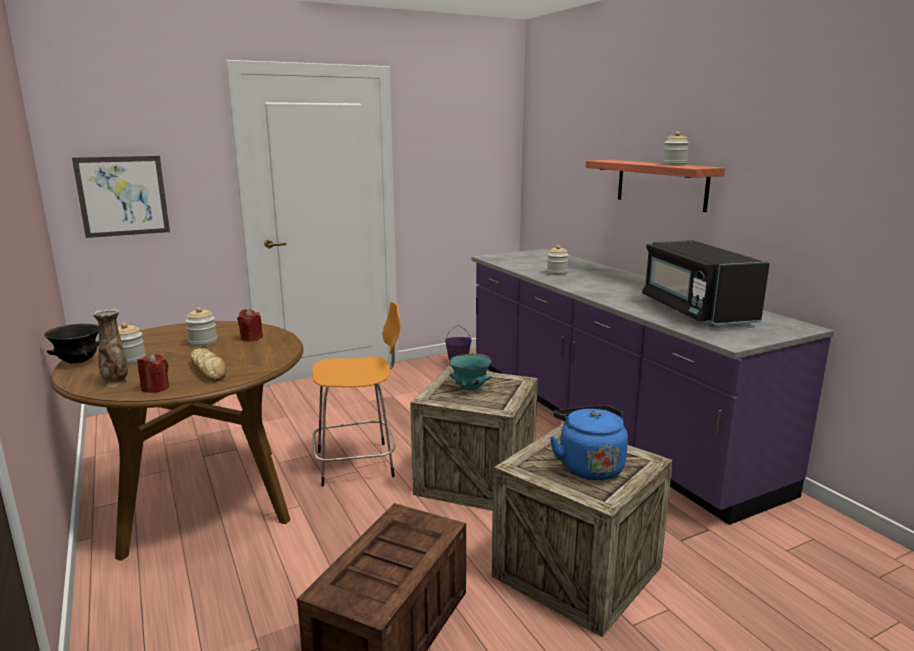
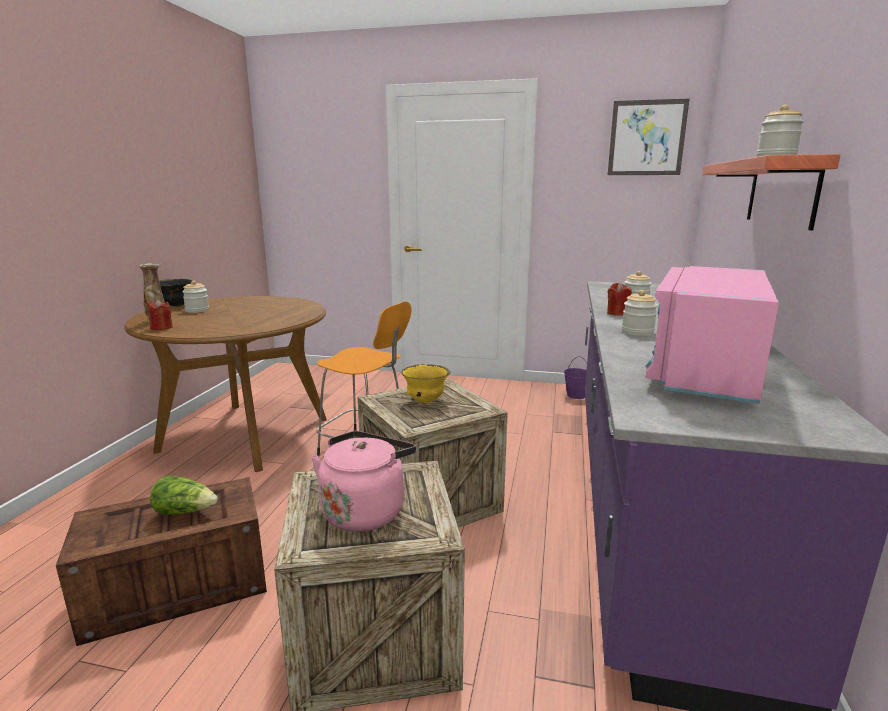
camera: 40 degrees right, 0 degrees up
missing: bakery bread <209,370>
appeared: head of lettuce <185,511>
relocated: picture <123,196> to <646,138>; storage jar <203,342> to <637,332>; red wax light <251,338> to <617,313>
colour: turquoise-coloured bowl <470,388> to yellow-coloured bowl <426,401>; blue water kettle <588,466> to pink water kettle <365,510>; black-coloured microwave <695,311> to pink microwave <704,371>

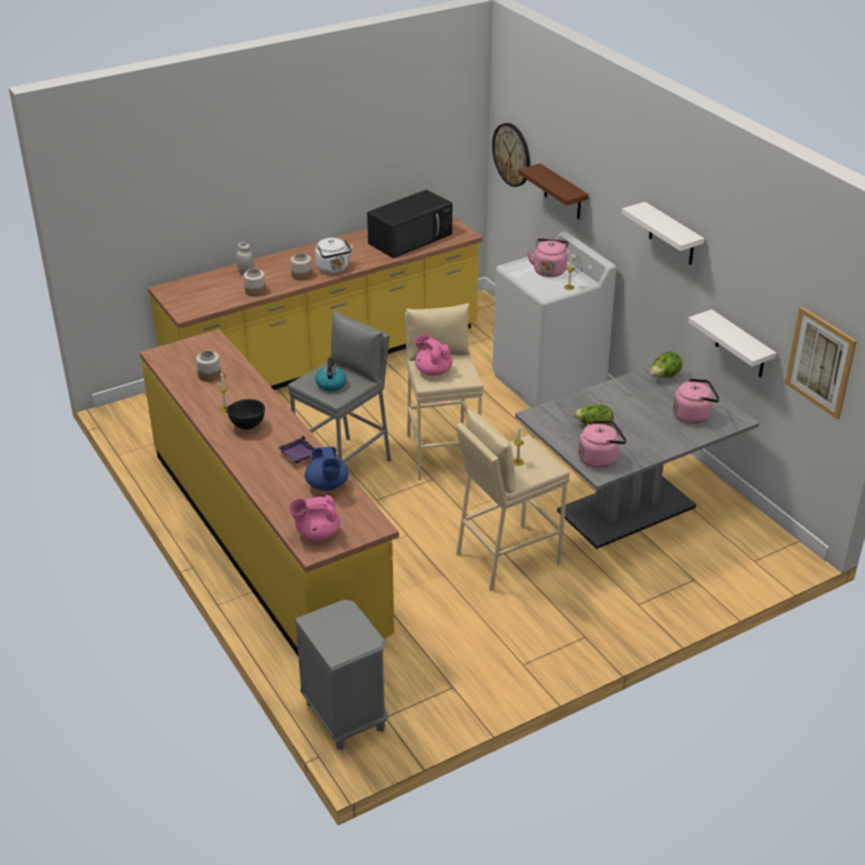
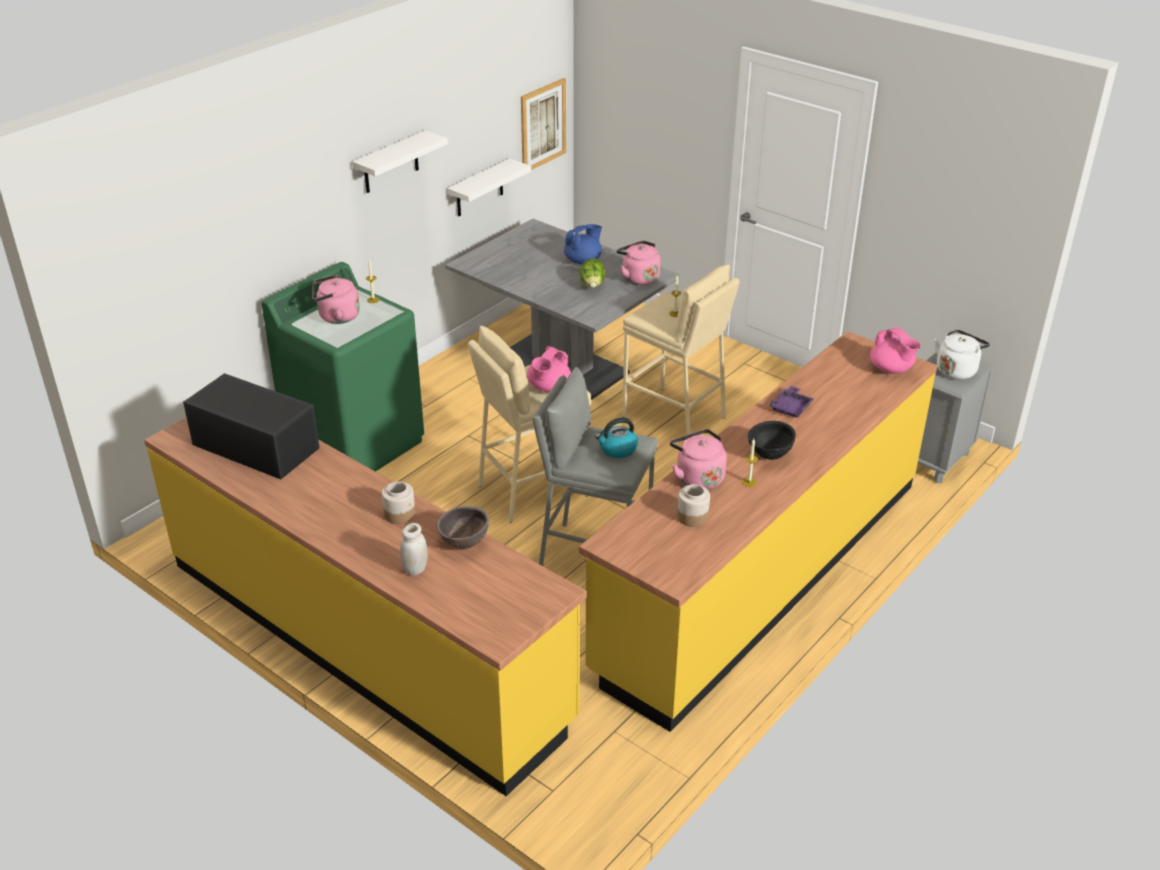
camera: 110 degrees left, 0 degrees up
missing: clock on the wall <512,154>; brown-coloured shelf <563,193>; head of lettuce <664,377>
relocated: blue teapot <327,485> to <583,260>; white-coloured water kettle <333,269> to <957,370>; pink water kettle <693,415> to <697,477>
exchanged: storage jar <255,291> to brown-coloured bowl <464,544>
colour: white-coloured laundry machine <548,382> to green-coloured laundry machine <356,443>

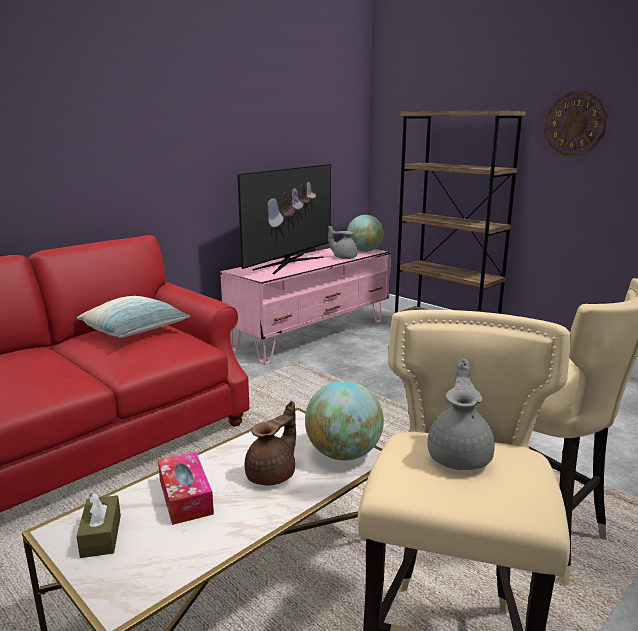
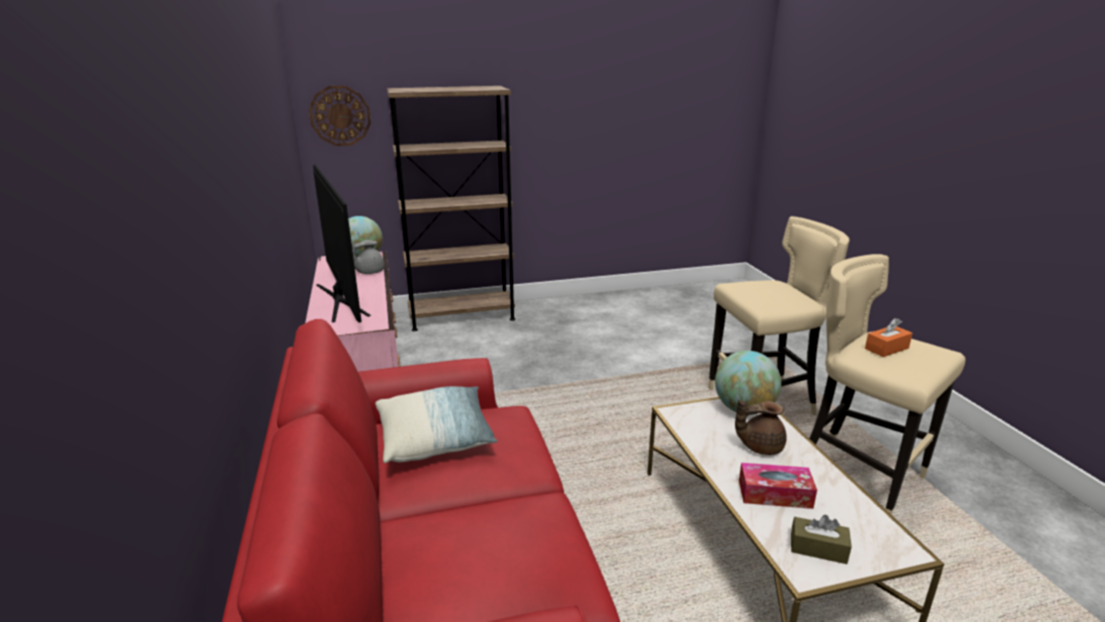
camera: 60 degrees left, 5 degrees up
relocated: clock on the wall <575,124> to <340,116>
exchanged: greyish teapot <460,456> to orange-coloured box of tissues <886,348>
spun: brown-coloured teapot <273,474> = <759,446> 75 degrees counterclockwise

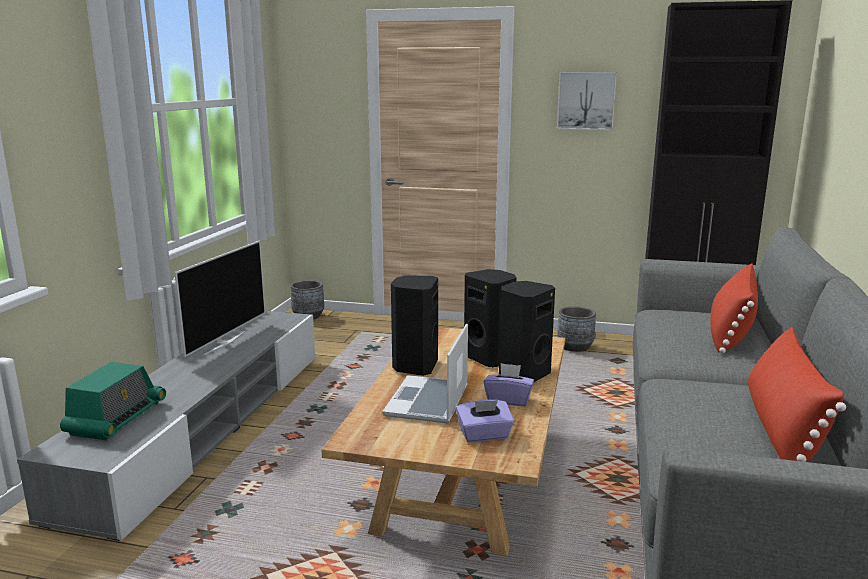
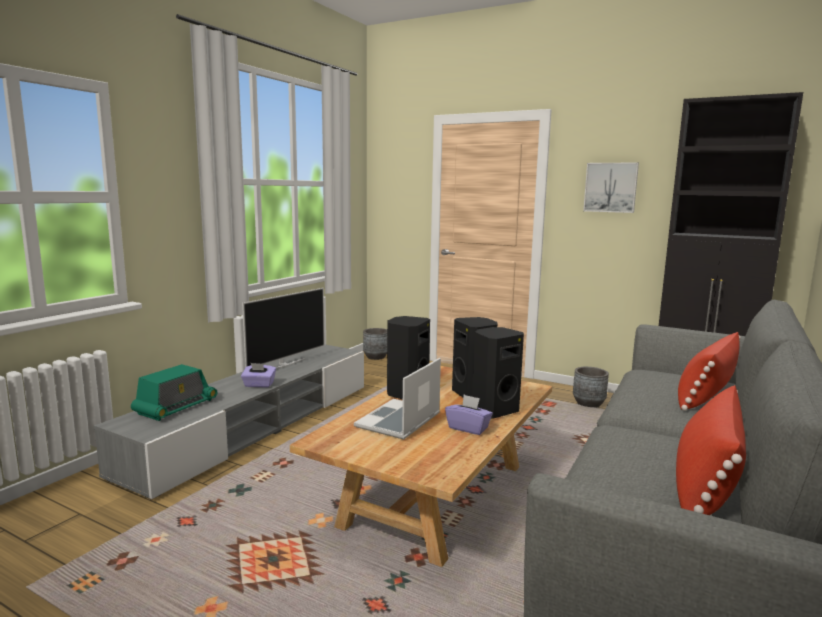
camera: 15 degrees right, 5 degrees down
relocated: purple-coloured box of tissues <484,435> to <259,385>

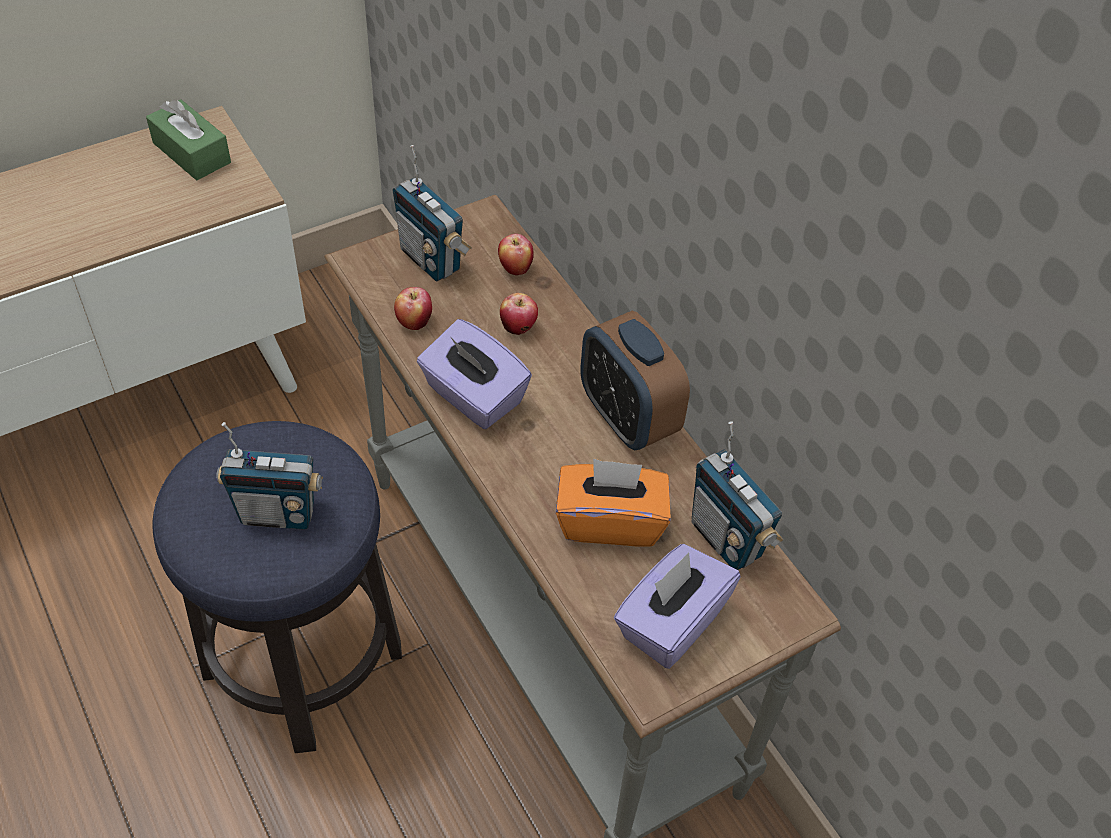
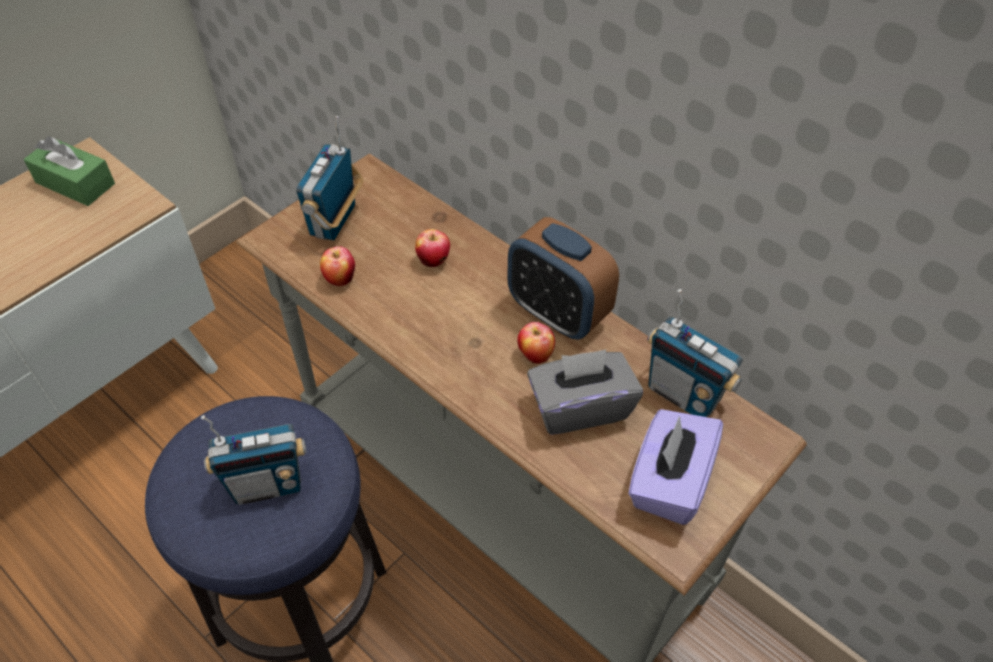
camera: 15 degrees left, 0 degrees up
missing: purple-coloured box of tissues <473,396>
relocated: whole apple <515,268> to <535,355>
colour: orange-coloured box of tissues <610,521> to greyish box of tissues <580,407>
spun: radio receiver <431,260> = <334,221> 75 degrees clockwise

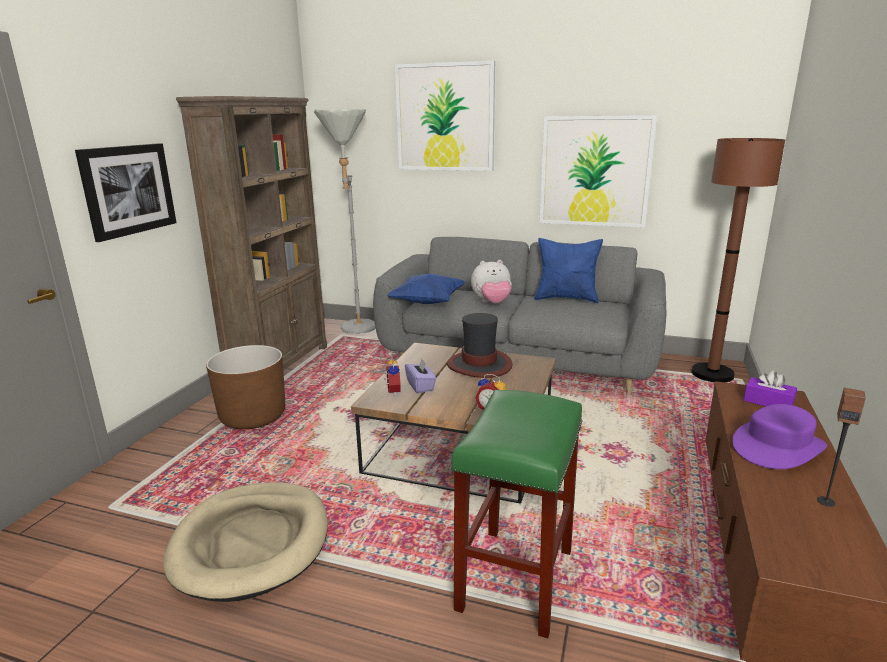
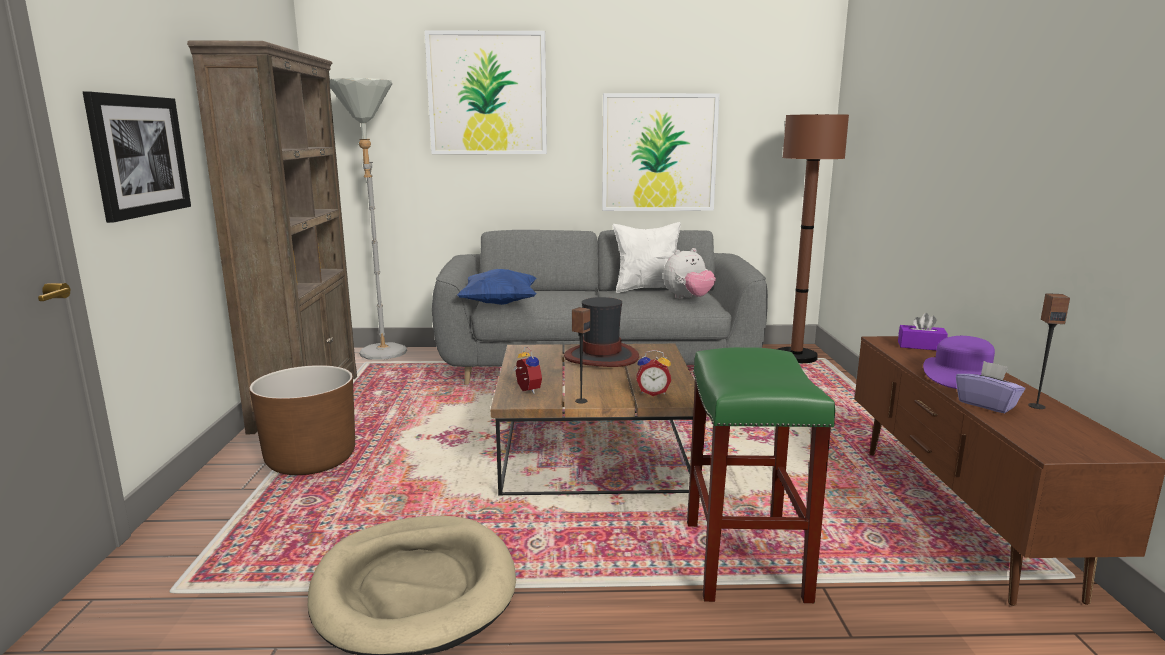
camera: 20 degrees left, 5 degrees down
appeared: audio speaker <581,401>
relocated: purple-coloured box of tissues <421,386> to <986,404>; soft toy <492,303> to <688,298>
colour: blue throw pillow <566,298> to white-coloured throw pillow <647,289>

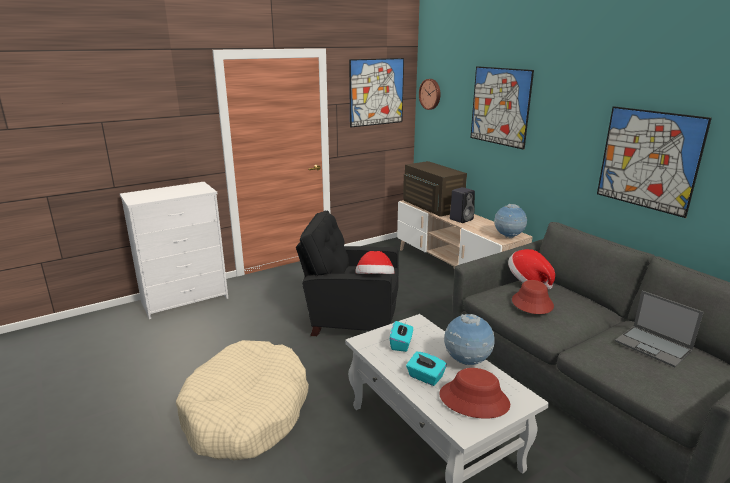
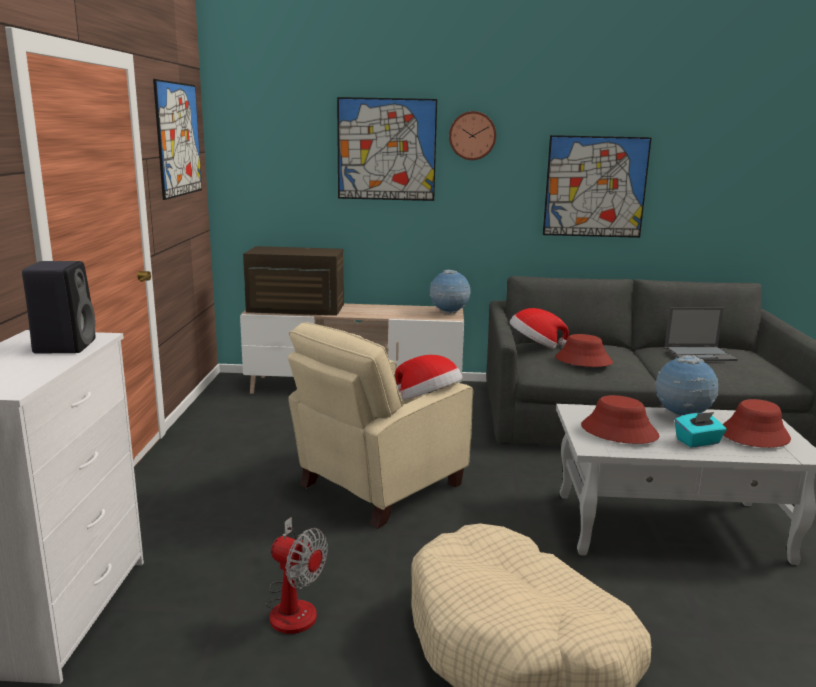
camera: 55 degrees left, 5 degrees down
appeared: cooling fan <293,606>
relocated: clock on the wall <430,94> to <472,135>; black-coloured audio speaker <461,219> to <65,346>
exchanged: turquoise-coloured box of tissues <401,344> to red wearable hat <618,431>
colour: black-coloured easy chair <351,319> to beige-coloured easy chair <377,486>

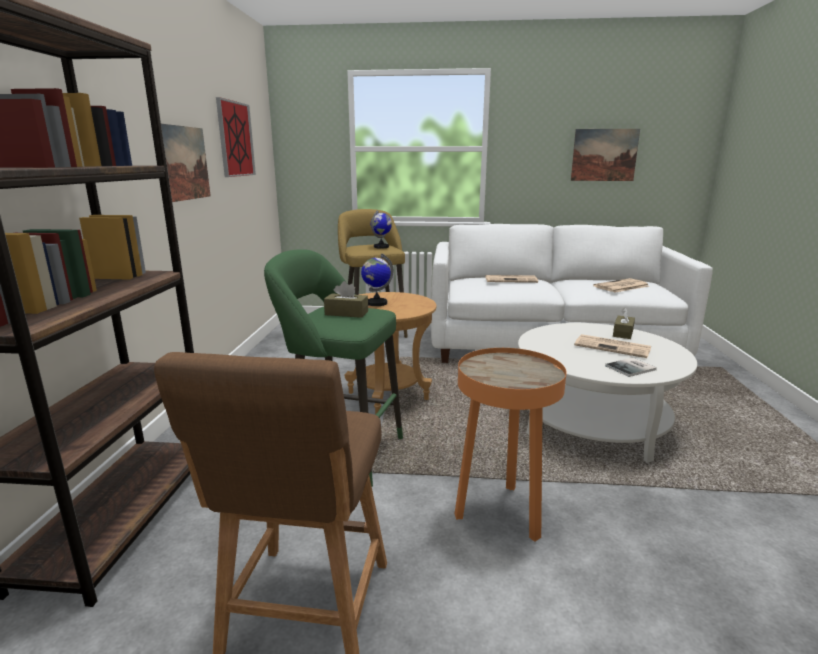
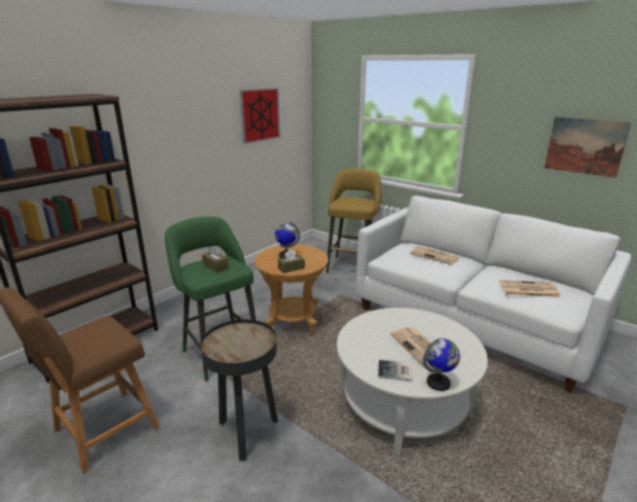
camera: 35 degrees right, 5 degrees up
missing: picture <184,163>
relocated: world globe <381,247> to <438,383>; brown-coloured box of tissues <623,333> to <291,268>
colour: orange-coloured side table <500,514> to black-coloured side table <246,434>

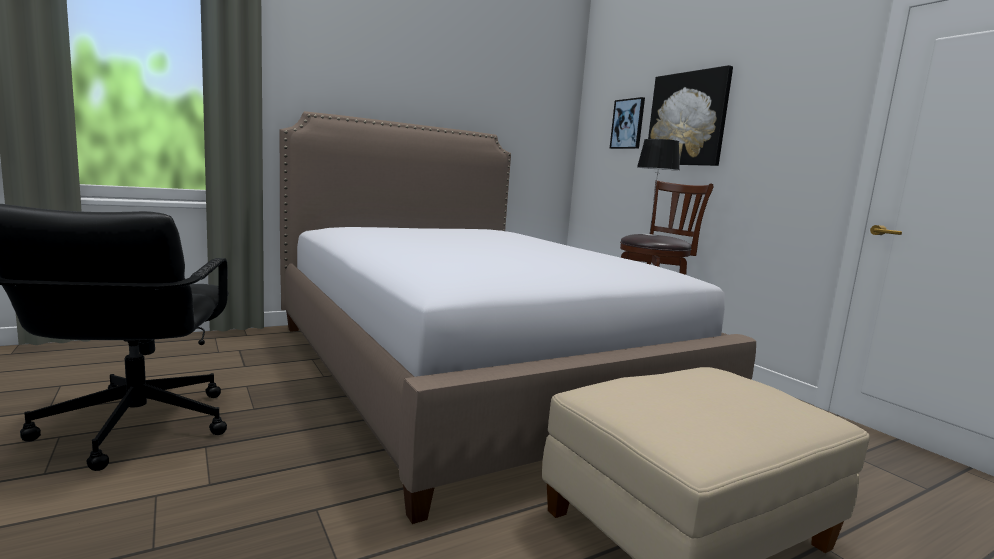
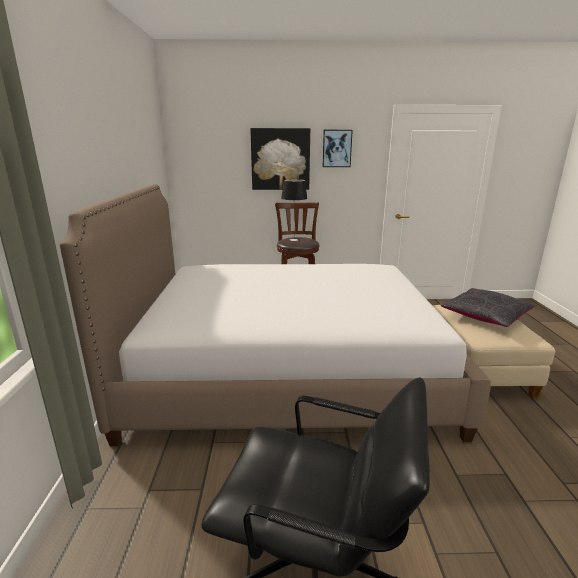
camera: 60 degrees left, 10 degrees up
appeared: black-coloured throw pillow <485,317>
relocated: picture <628,124> to <337,148>

